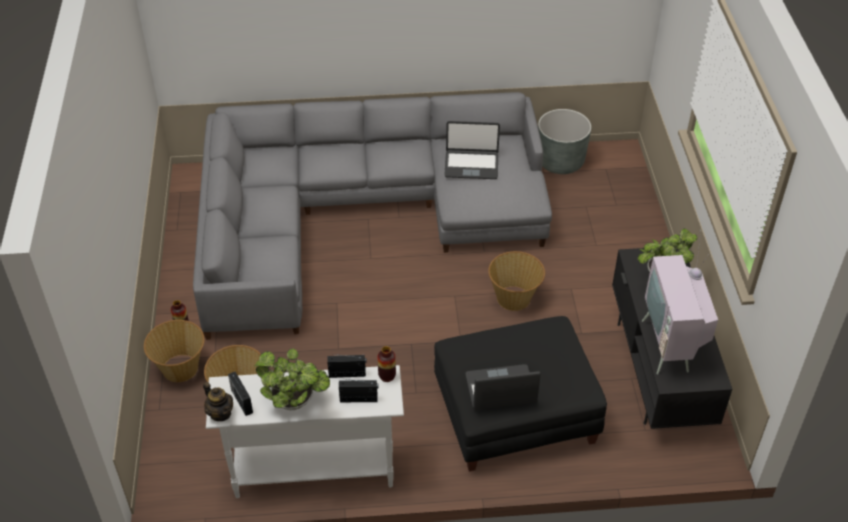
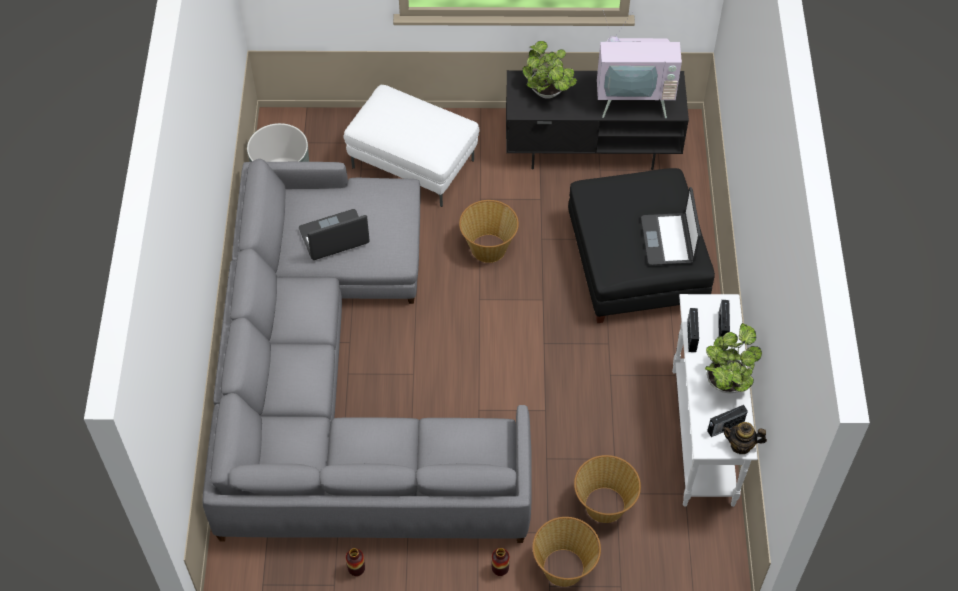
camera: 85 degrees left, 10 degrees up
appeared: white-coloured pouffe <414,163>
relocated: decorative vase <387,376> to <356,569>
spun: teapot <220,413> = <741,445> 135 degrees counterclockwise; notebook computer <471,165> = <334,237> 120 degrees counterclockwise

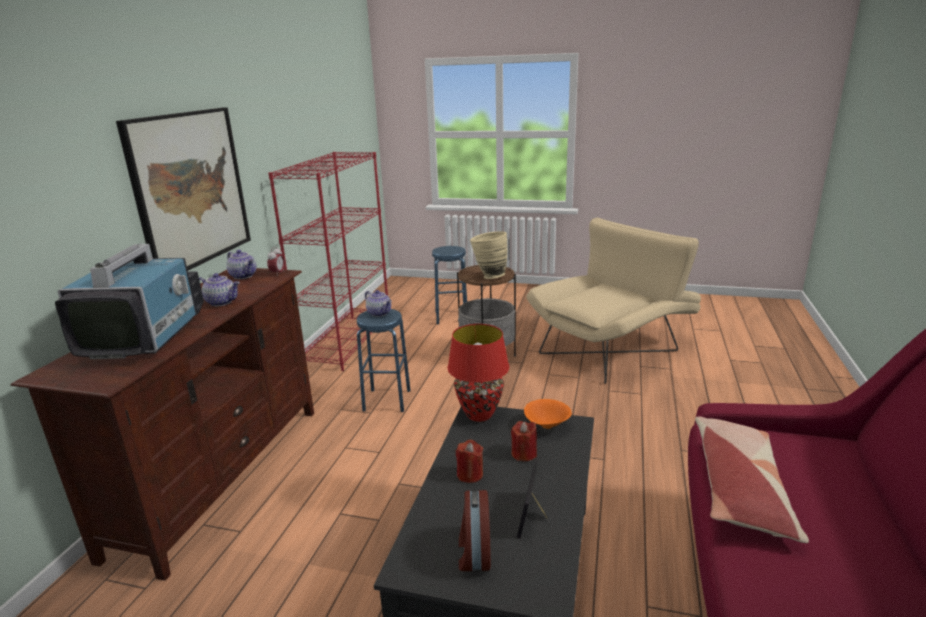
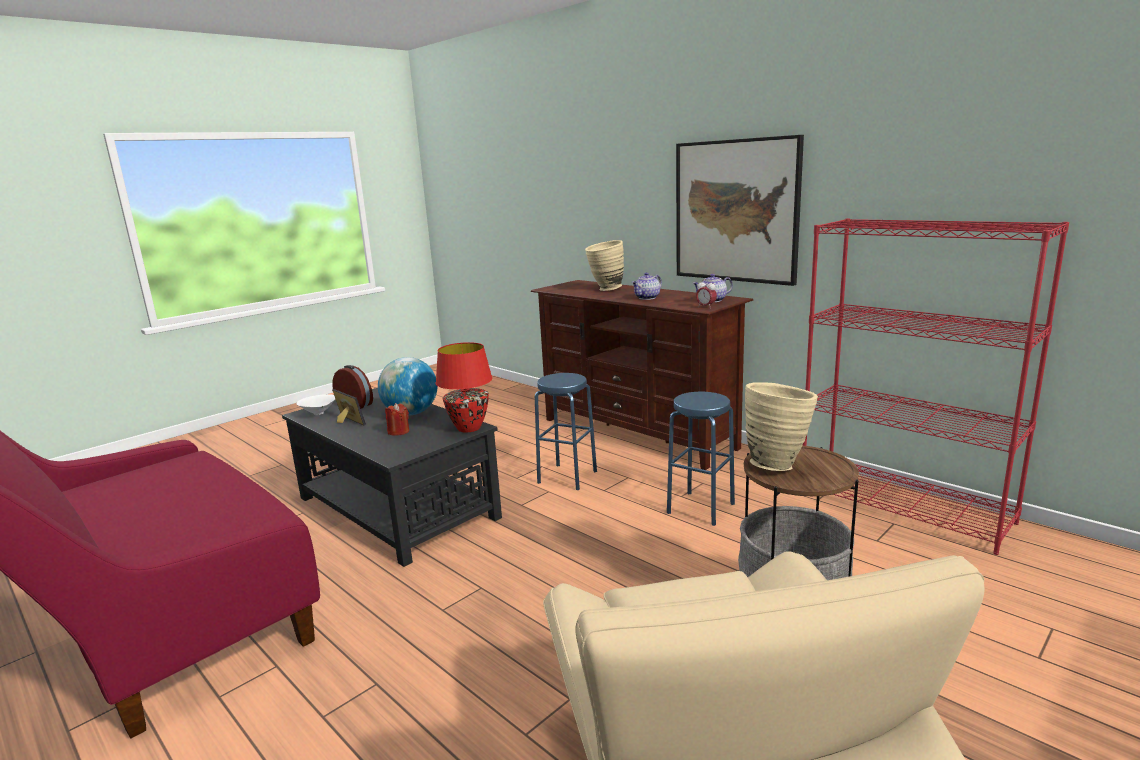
camera: 120 degrees right, 5 degrees down
missing: teapot <380,313>; orange-coloured bowl <546,426>; throw pillow <740,487>
appeared: white-coloured bowl <319,414>
relocated: blue stool <451,317> to <567,477>
exchanged: TV <147,335> to beige-coloured decorative vase <605,289>; red wax light <470,474> to world globe <411,413>

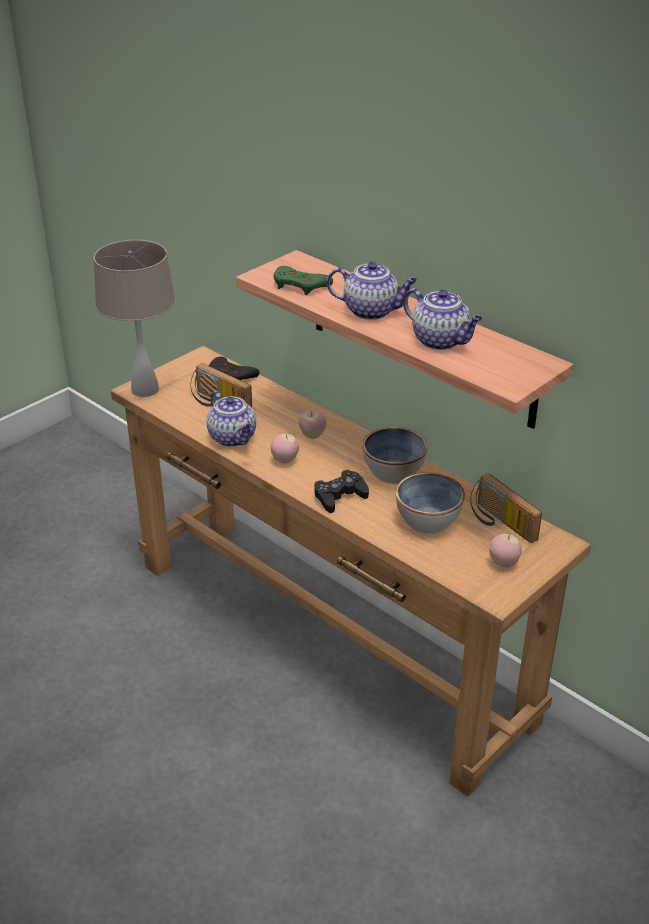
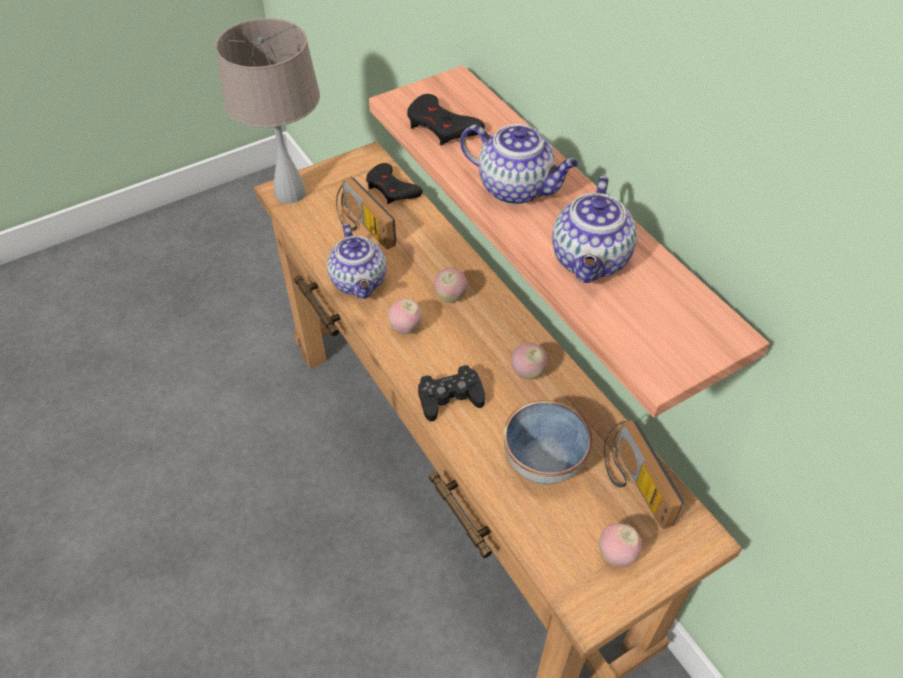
camera: 15 degrees right, 15 degrees up
exchanged: bowl <393,472> to whole apple <527,373>
colour: green-coloured game controller <300,285> to black-coloured game controller <442,126>
spun: teapot <441,341> = <590,261> 45 degrees clockwise

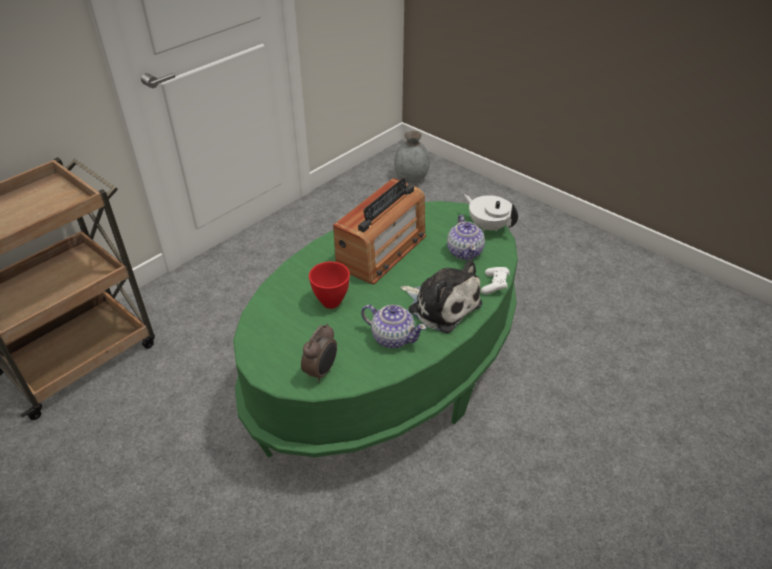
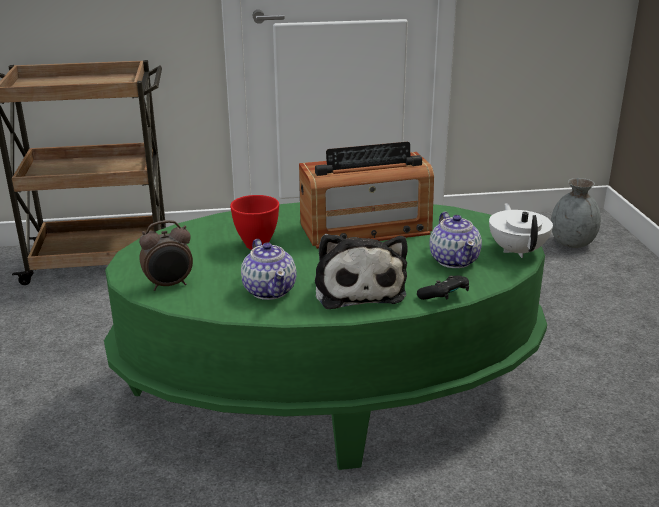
camera: 40 degrees right, 15 degrees down
colour: white-coloured game controller <495,285> to black-coloured game controller <444,297>
spun: teapot <465,252> = <454,260> 45 degrees counterclockwise

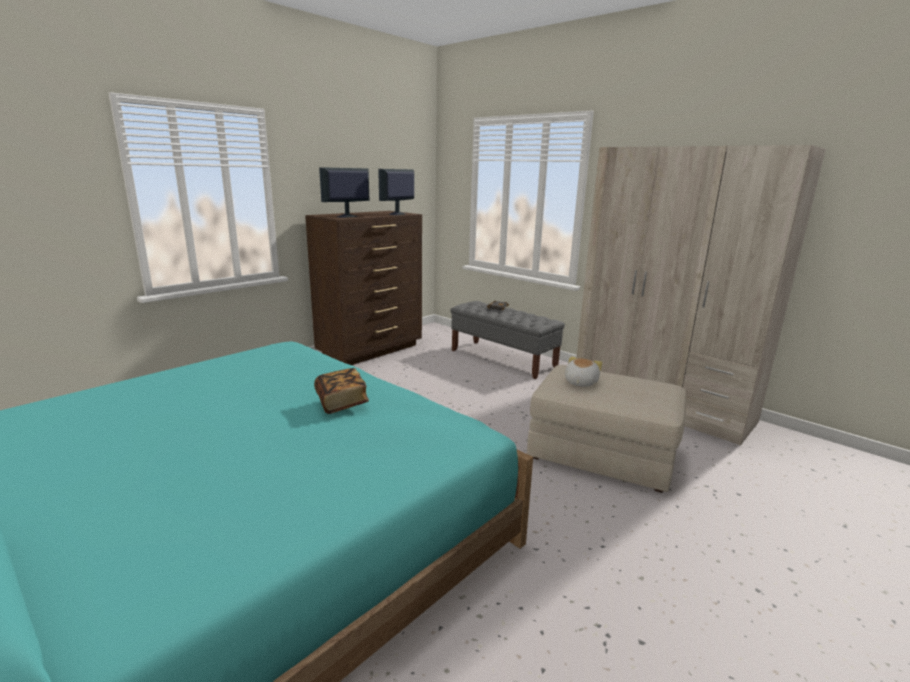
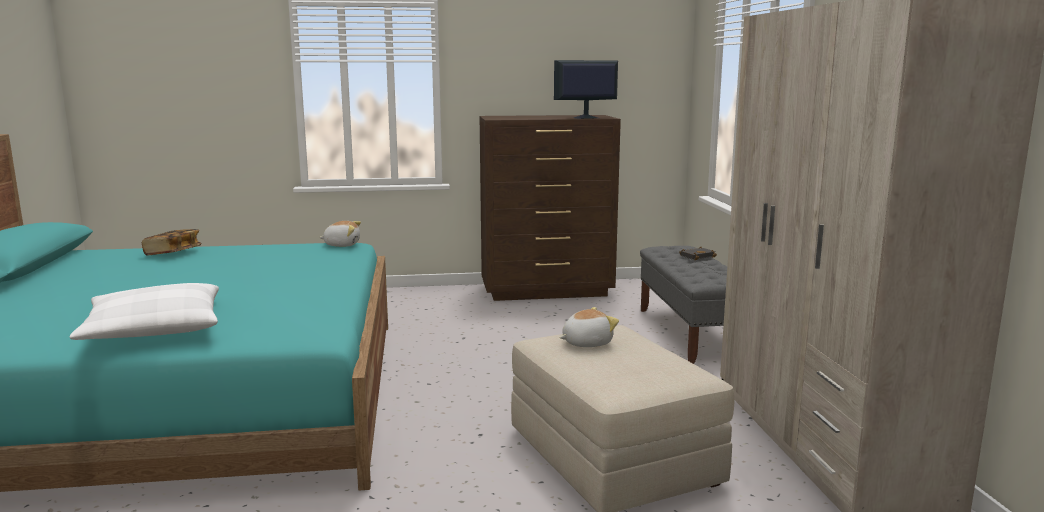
camera: 40 degrees right, 5 degrees down
missing: monitor <346,216>
appeared: white-coloured throw pillow <154,328>; soft toy <342,245>
relocated: bound book <341,402> to <173,253>

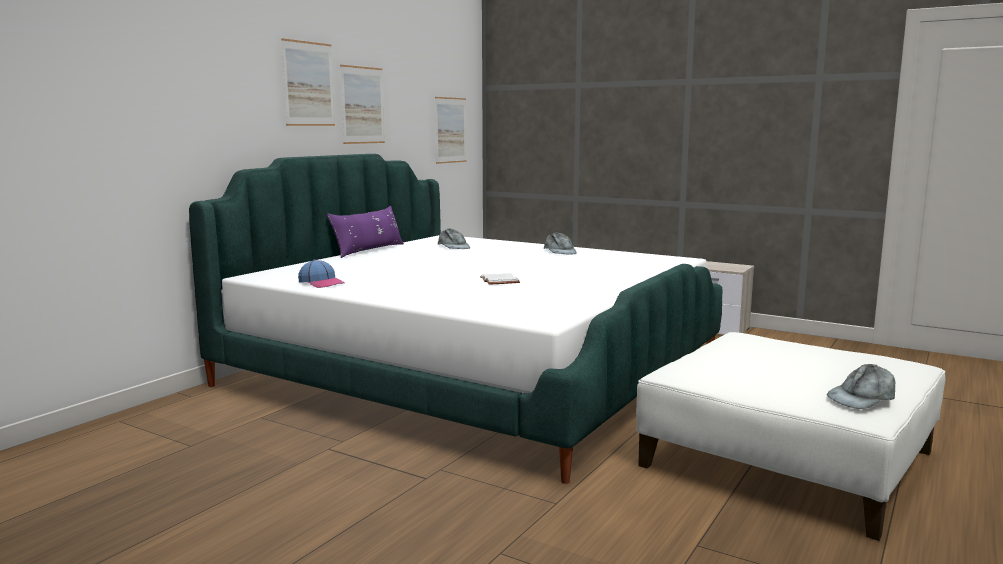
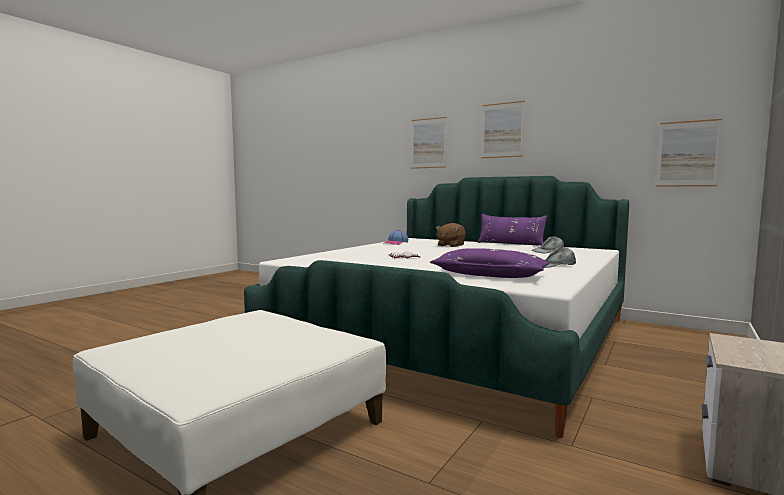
camera: 90 degrees right, 5 degrees down
missing: greyish baseball cap <862,397>
appeared: purple-coloured throw pillow <489,275>; brown-coloured soft toy <450,245>
relocated: picture <362,105> to <428,143>

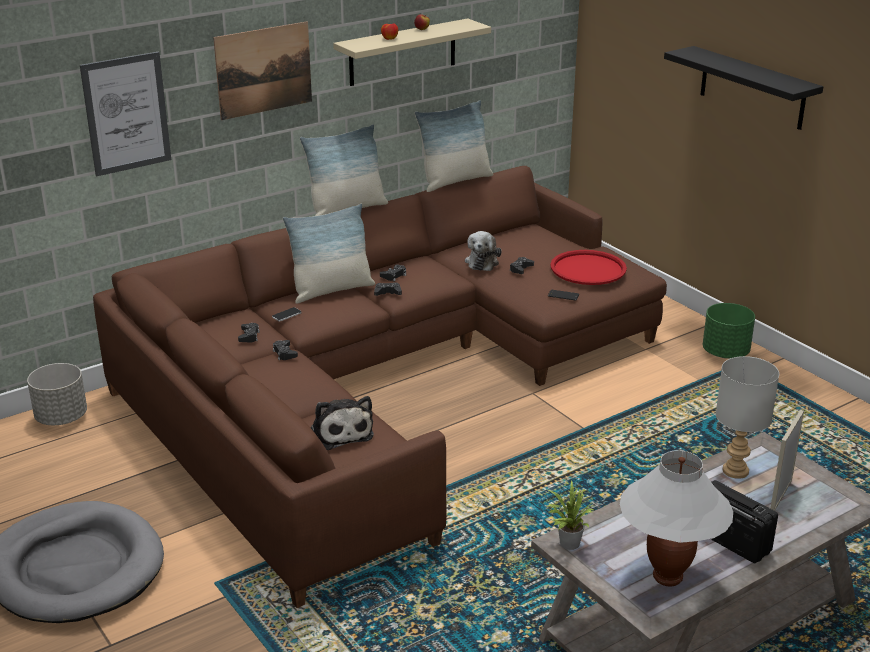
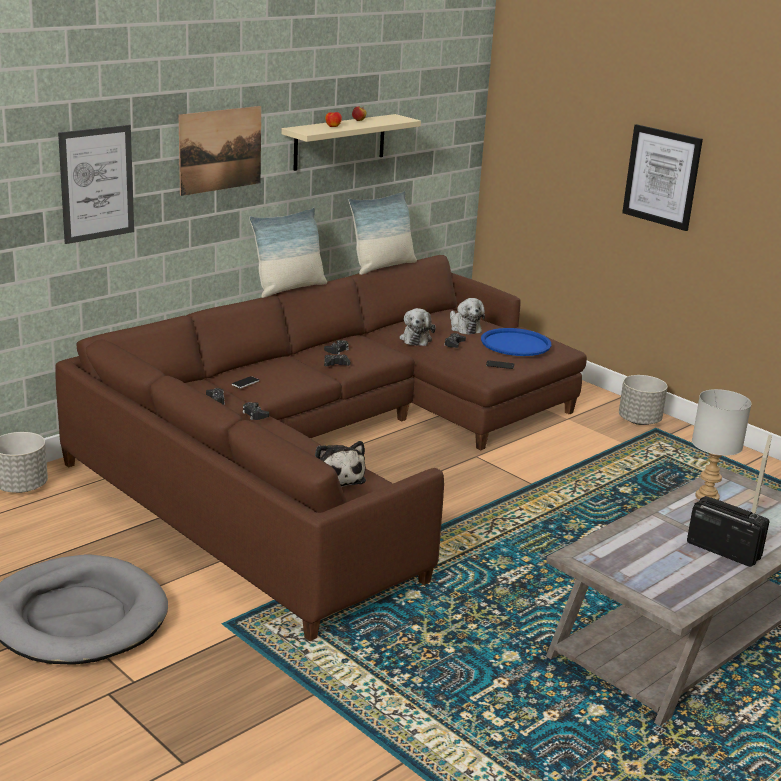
camera: 10 degrees left, 5 degrees down
missing: throw pillow <331,290>; plant in a pot <567,543>; white-coloured table lamp <667,577>
appeared: soft toy <464,327>
exchanged: black-coloured shelf <752,88> to picture <662,177>
colour: red carrying tray <588,269> to blue carrying tray <515,343>; green-coloured flower pot <725,353> to greyish flower pot <639,421>

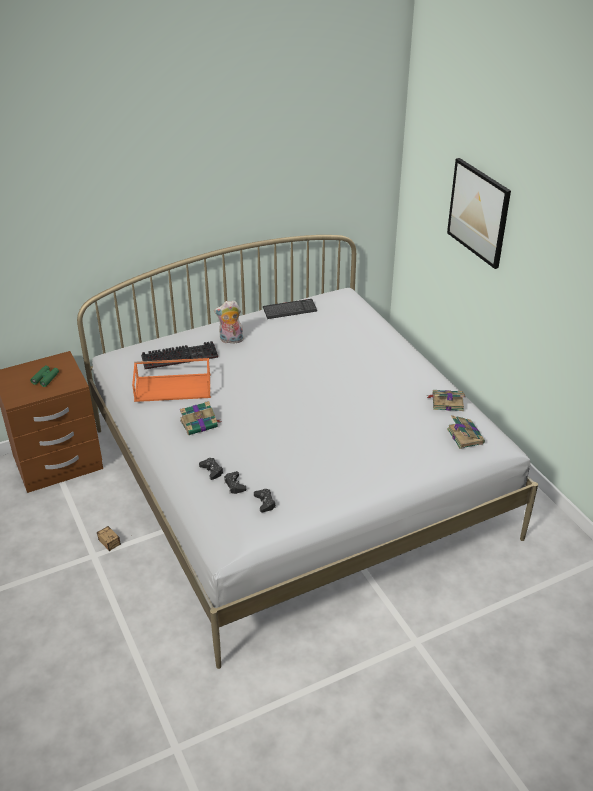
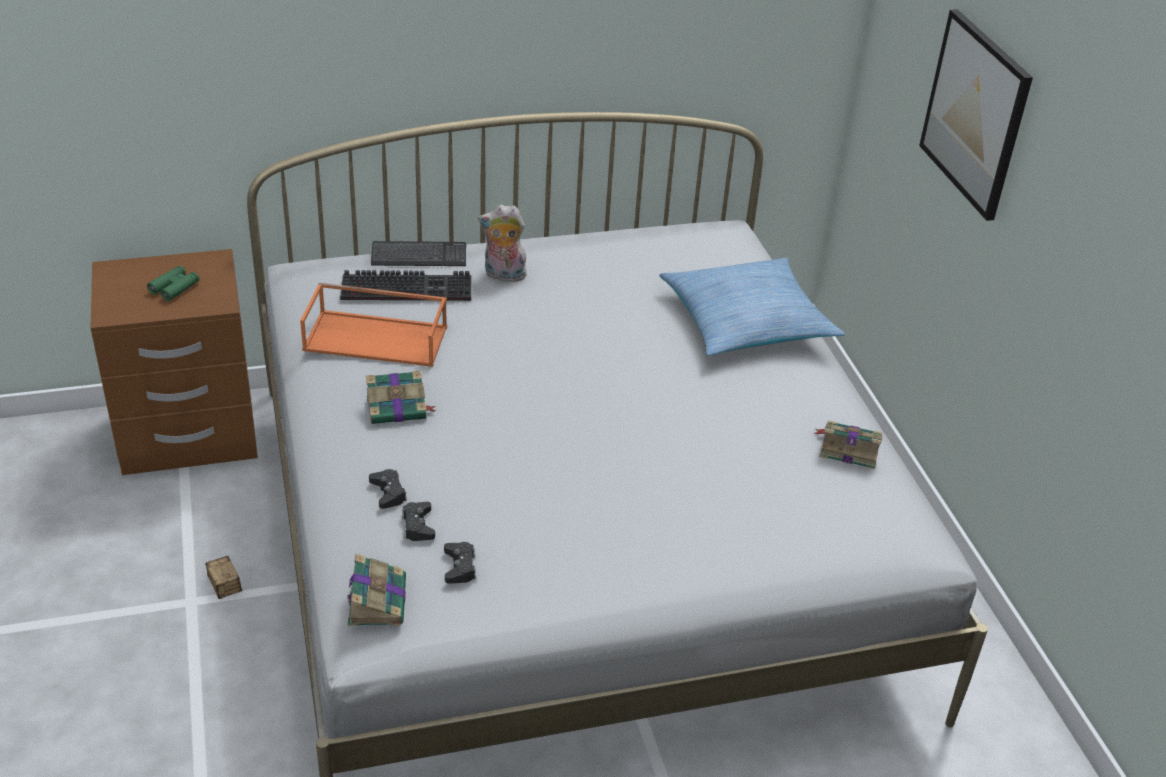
camera: 10 degrees right, 0 degrees up
appeared: throw pillow <746,321>
relocated: keyboard <289,310> to <419,256>; bound book <464,435> to <377,600>

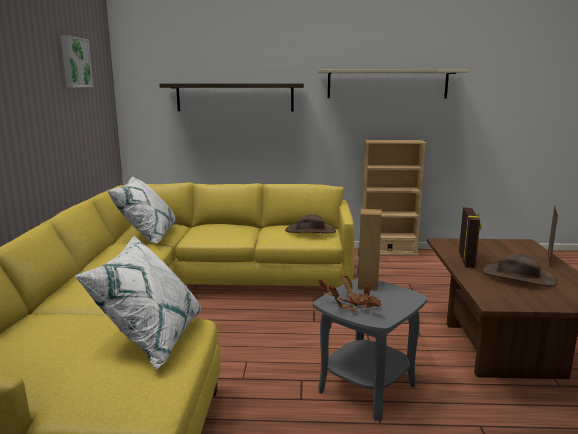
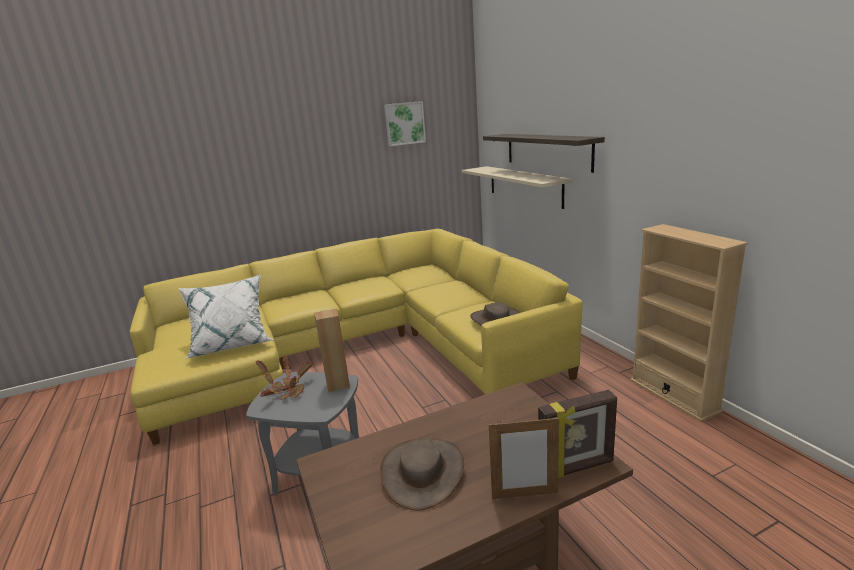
camera: 65 degrees right, 5 degrees up
missing: white-coloured throw pillow <147,235>
relocated: beige-coloured shelf <387,84> to <524,185>; standing frame <467,260> to <576,468>

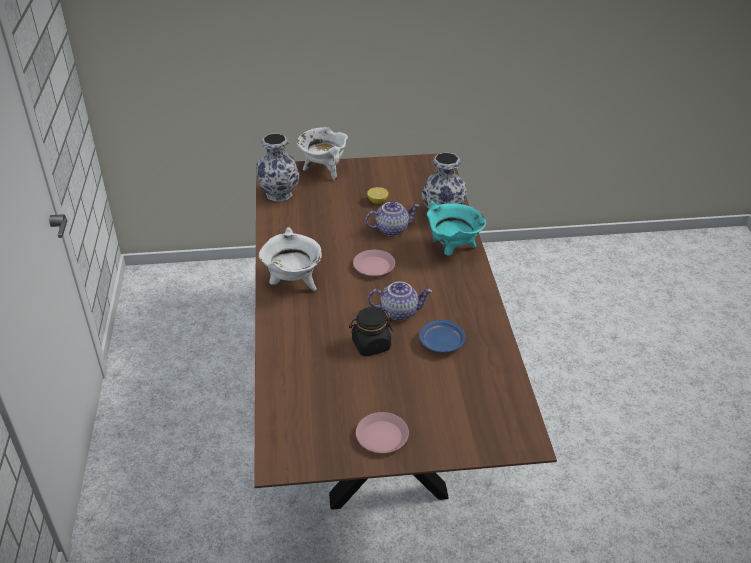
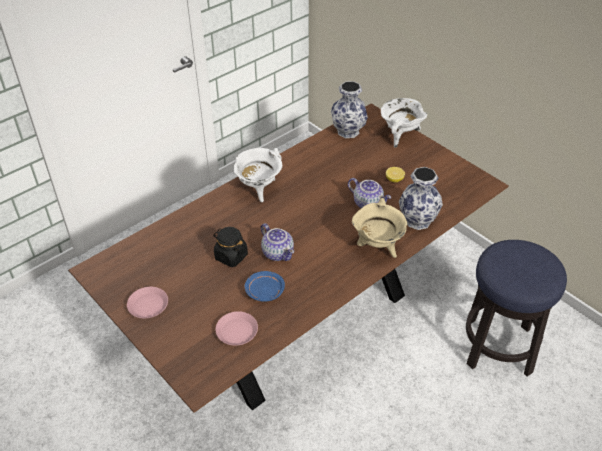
camera: 55 degrees right, 5 degrees up
appeared: stool <498,347>
relocated: pink flat dish <374,266> to <236,331>
colour: turquoise-coloured stockpot <452,250> to beige-coloured stockpot <378,247>

